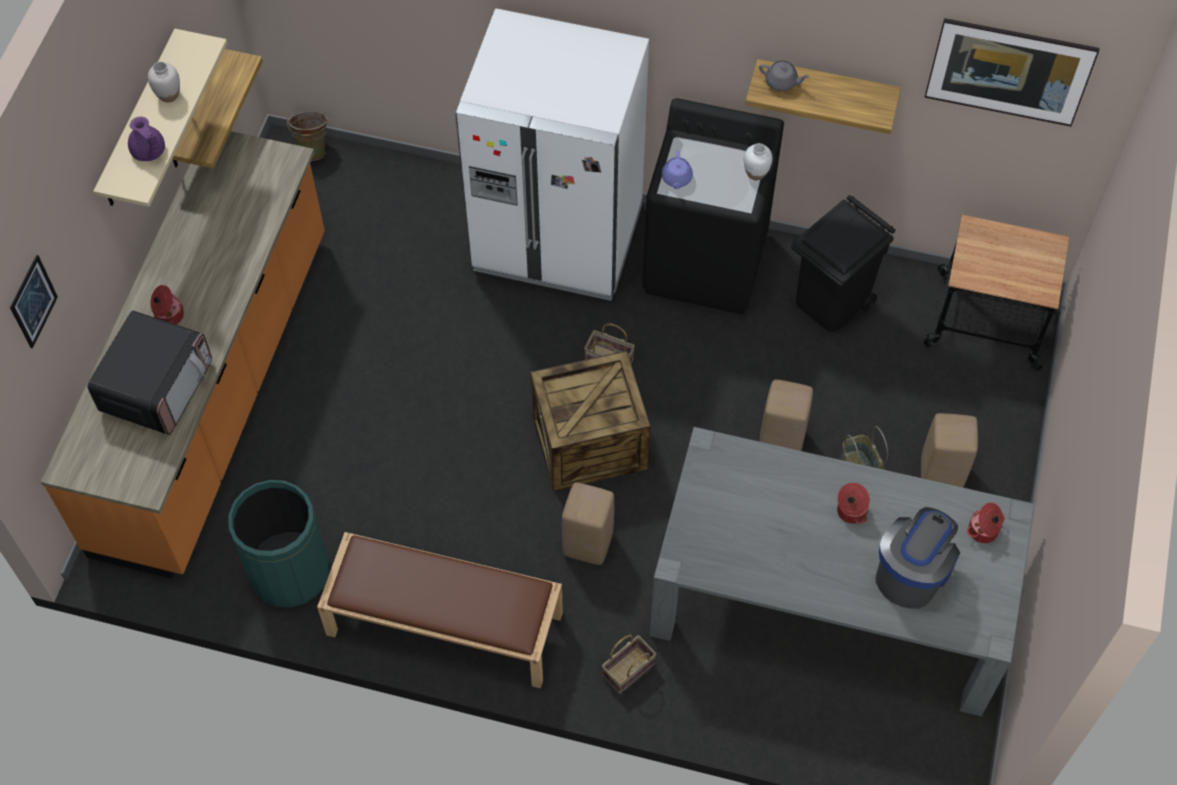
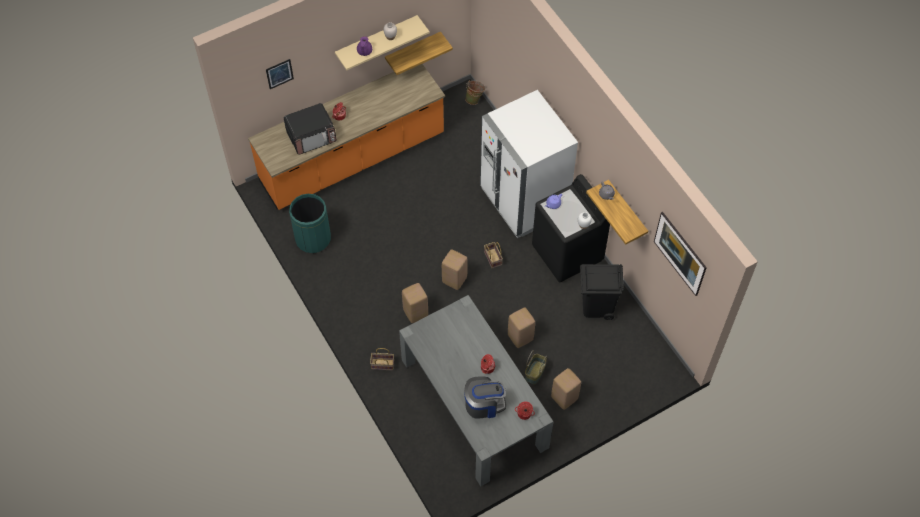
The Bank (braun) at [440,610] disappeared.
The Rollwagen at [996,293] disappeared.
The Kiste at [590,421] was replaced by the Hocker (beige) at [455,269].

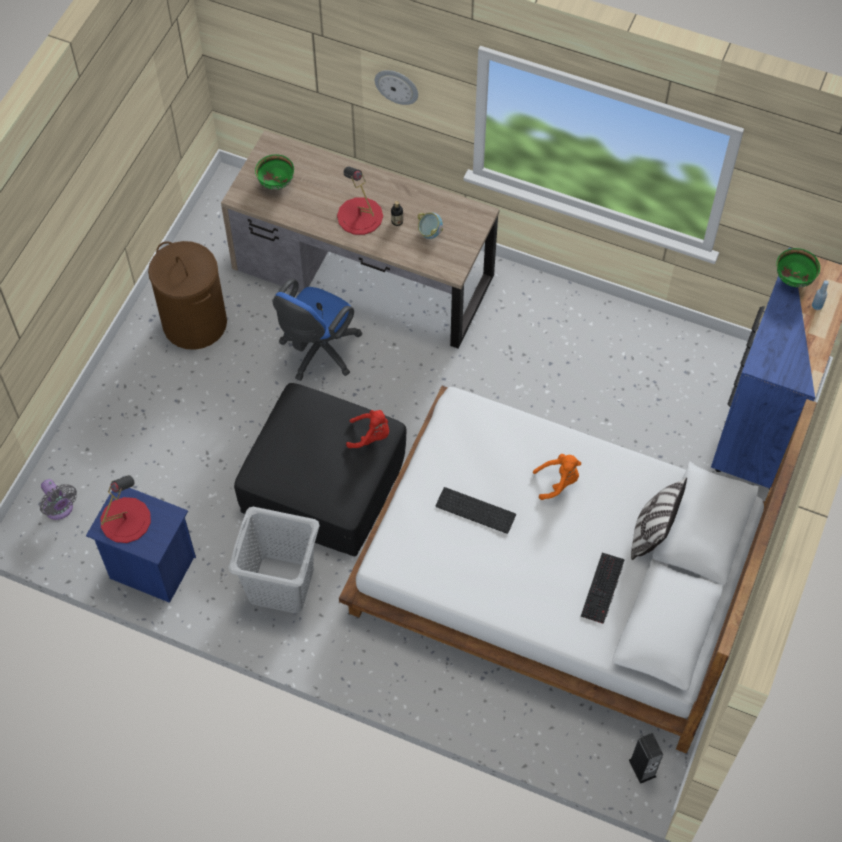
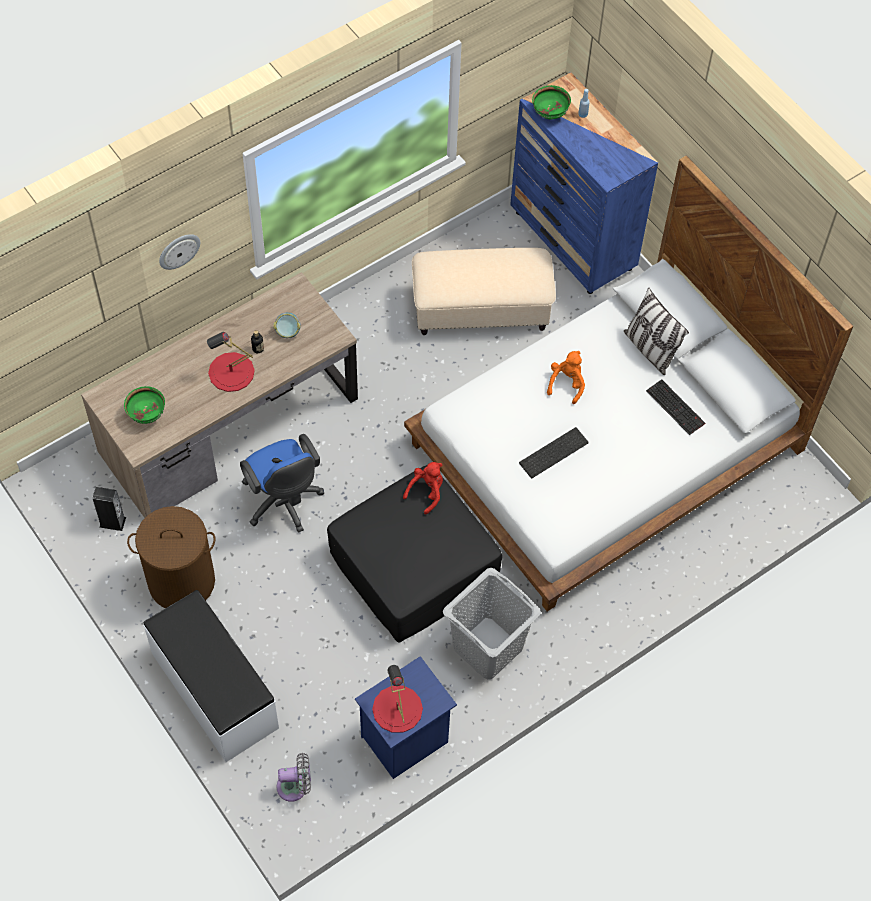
The Bank (weiß) at [211,676] appeared.
The Polsterhocker (beige) at [484,291] appeared.
The Lautsprecher moved from [646,758] to [109,509].

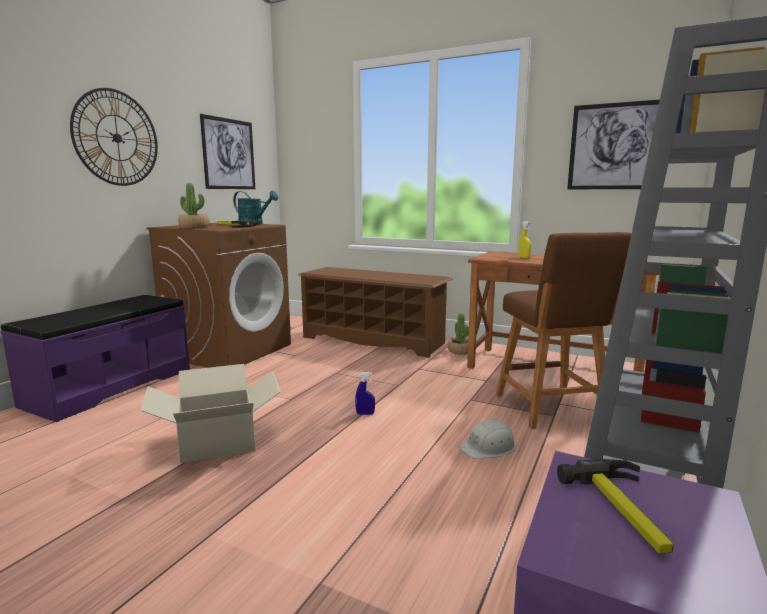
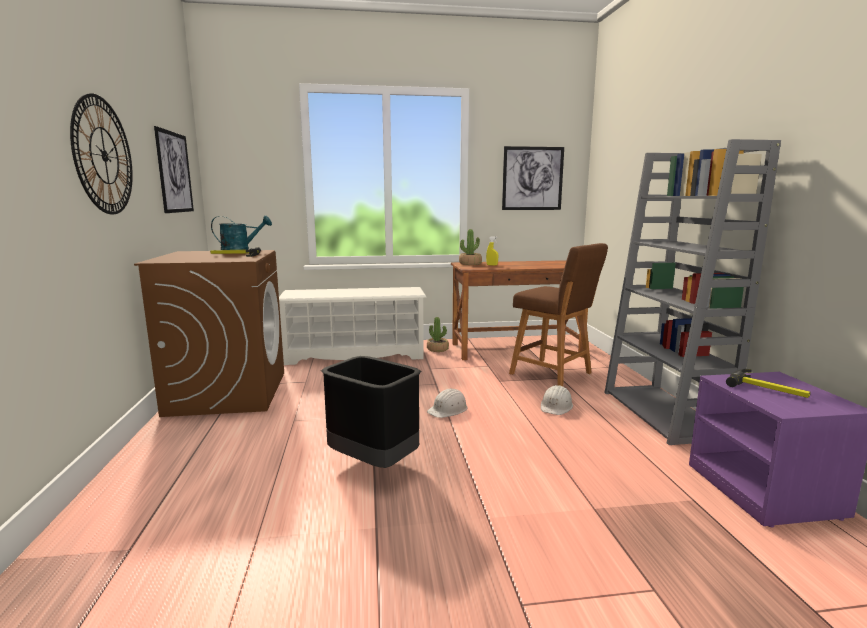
The Bank (lila) at [95,358] disappeared.
The Topfpflanze moved from [193,205] to [470,247].
The Karton at [211,413] was replaced by the Mülleimer (schwarz) at [371,412].
The Sprühflasche (blau) at [365,393] was replaced by the Schutzhelm (weiß) at [447,403].
The Schuhregal (braun) at [375,312] became the Schuhregal (weiß) at [352,326].

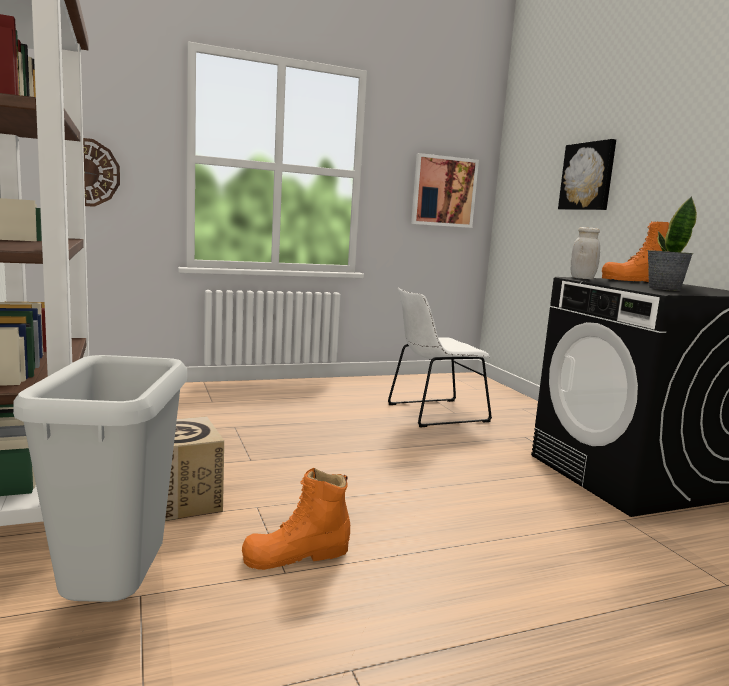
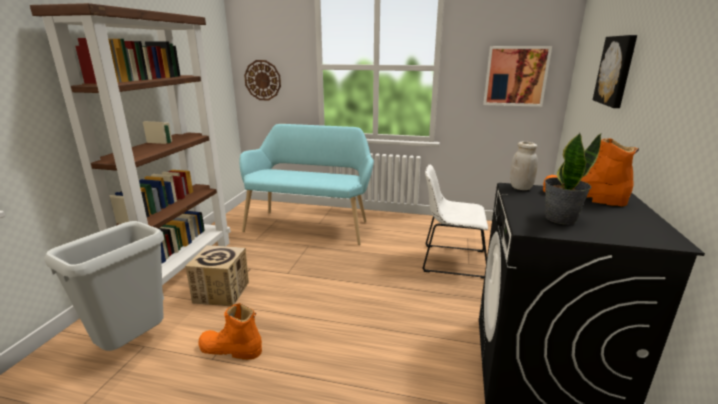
The Bank (türkis) at [306,184] appeared.

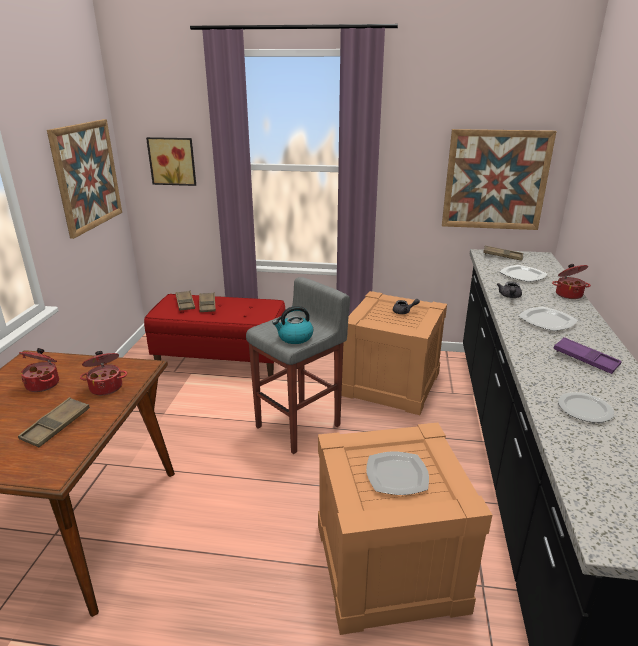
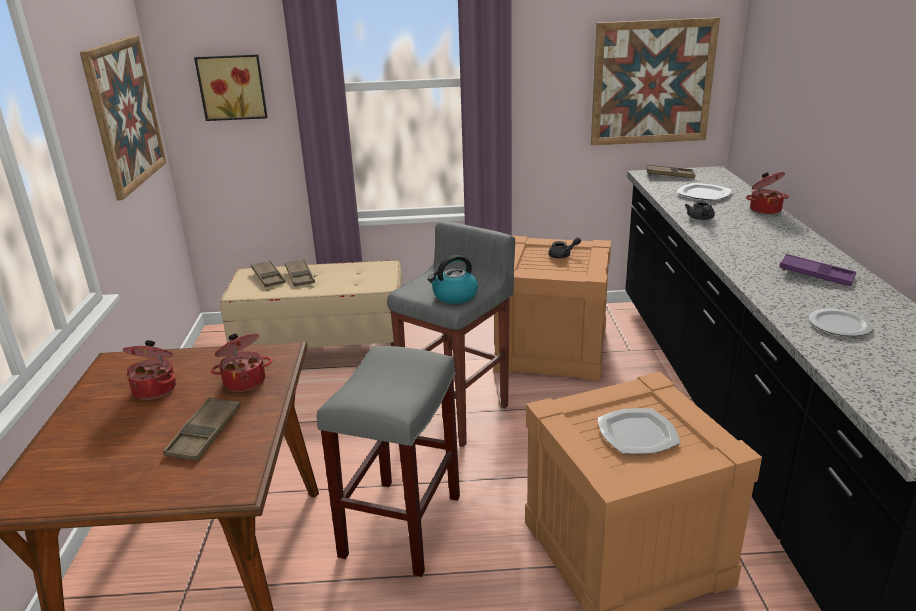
The Teller at [548,319] disappeared.
The Hocker (grau) at [388,461] appeared.
The Bank (rot) at [214,335] became the Bank (beige) at [311,303].

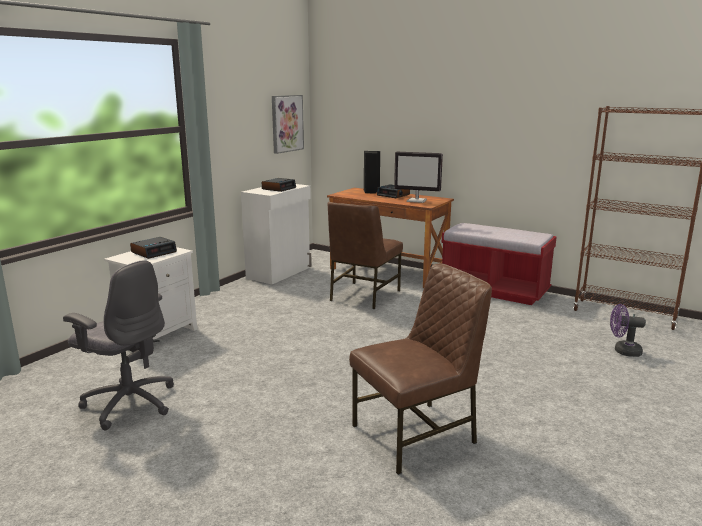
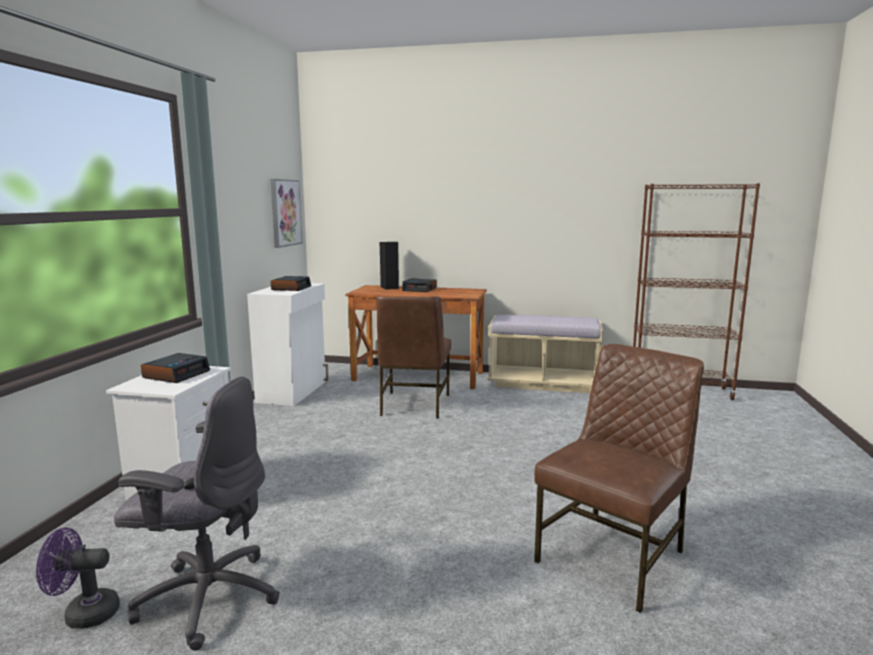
The Monitor at [418,177] disappeared.
The Ventilator (lila) moved from [628,330] to [78,578].
The Bank (rot) at [499,264] became the Bank (beige) at [545,353].

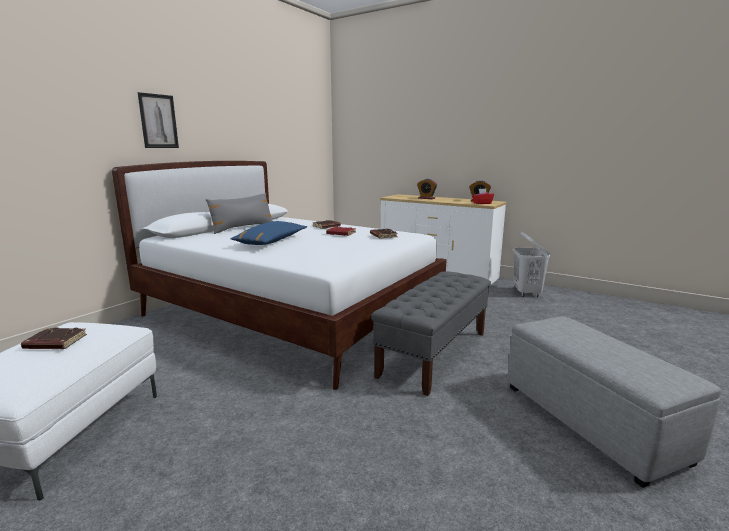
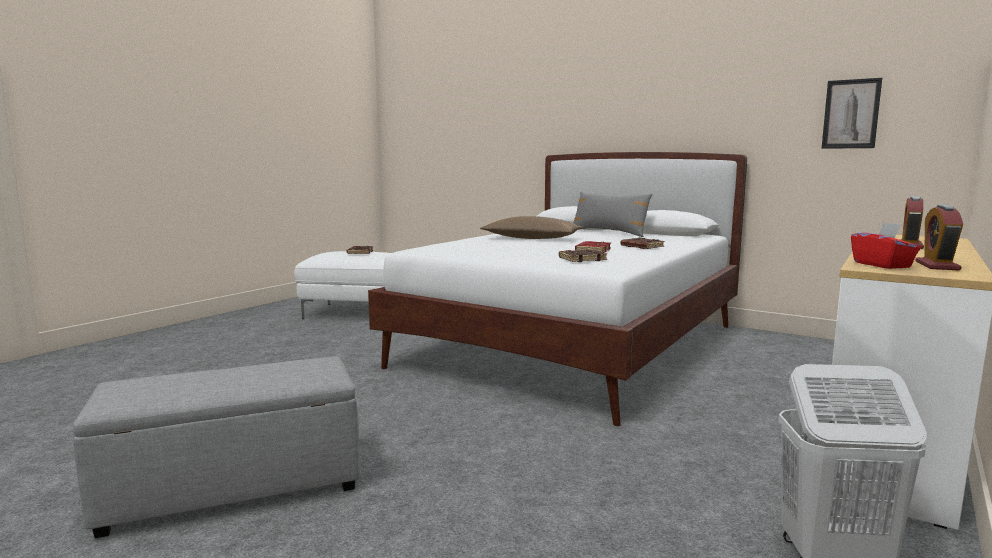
The Bank (grau) at [431,333] disappeared.
The Bild moved from [158,120] to [852,113].
The Kissen (blau) at [268,233] became the Kissen (braun) at [531,227].

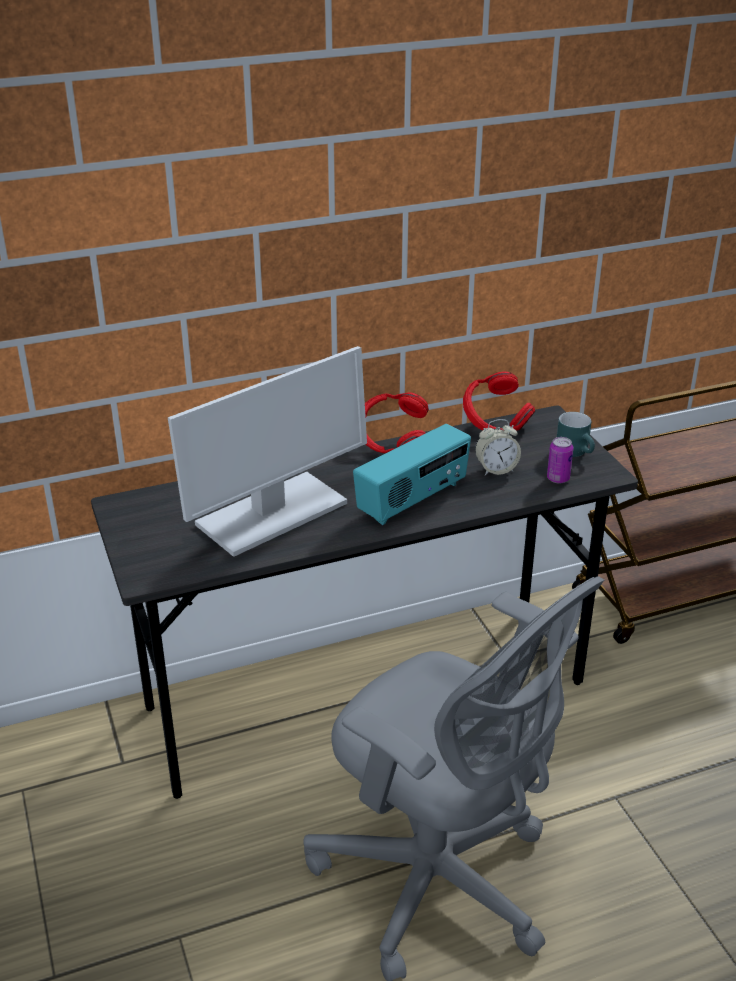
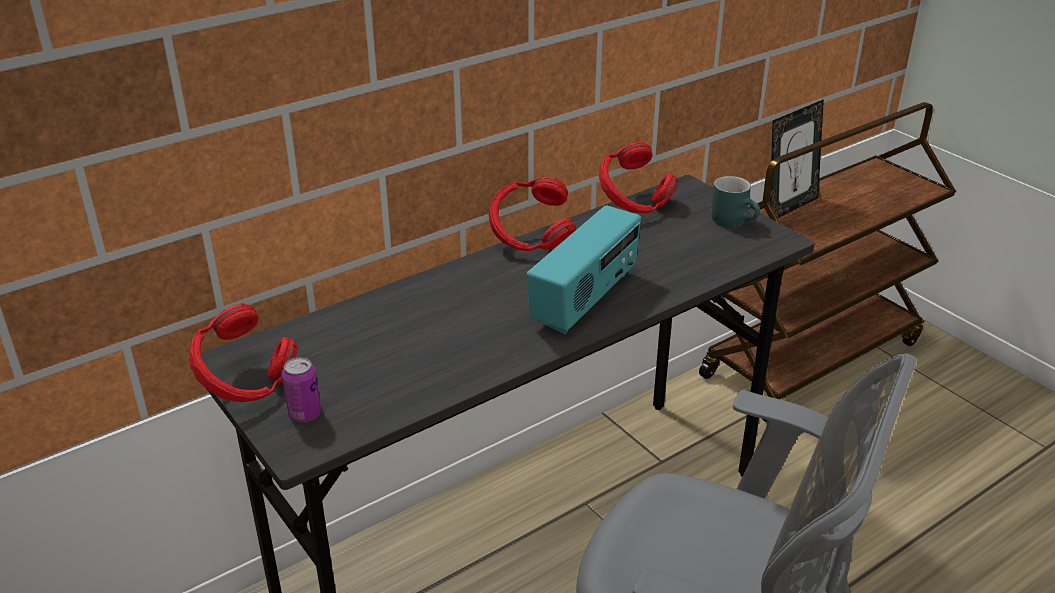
The Monitor at [267,451] disappeared.
The Wecker at [498,447] disappeared.
The Kopfhörer (rot) at [243,353] appeared.
The Bilderrahmen at [797,158] appeared.
The Dose moved from [560,460] to [301,389].

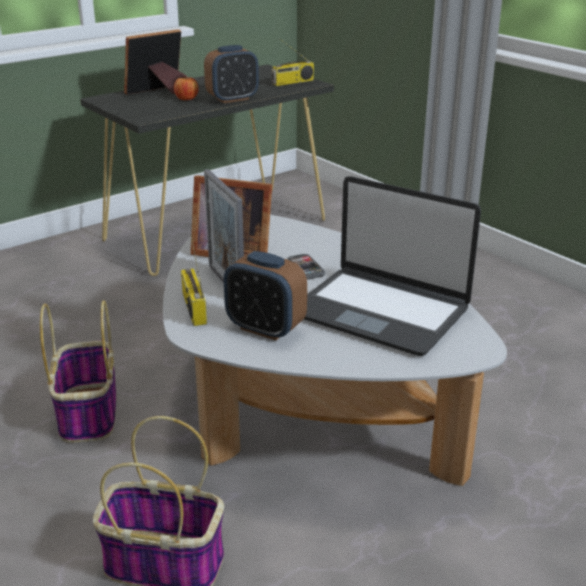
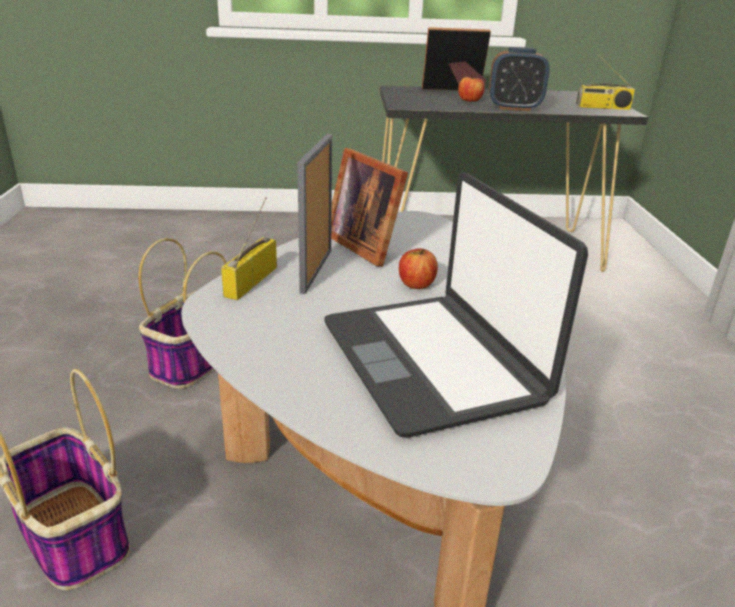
The Wecker at [265,296] disappeared.
The Handy at [306,266] was replaced by the Apfel at [418,268].

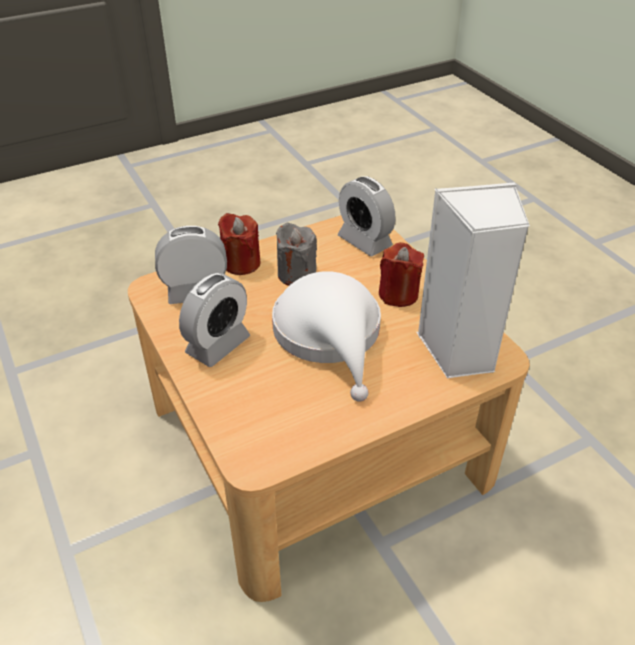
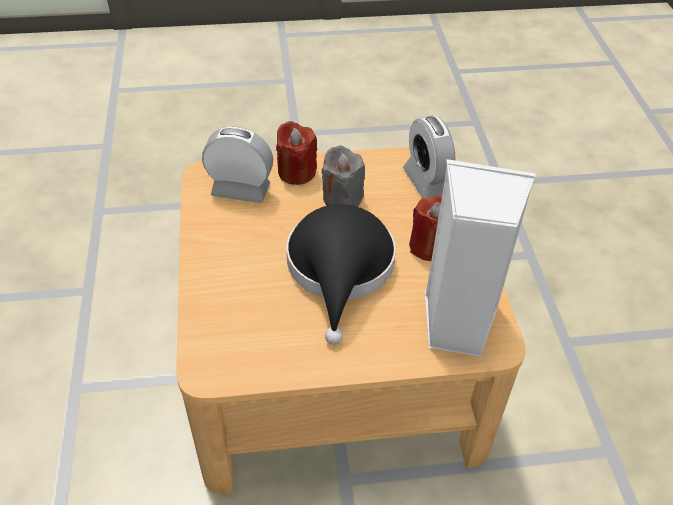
The Wecker at [214,320] disappeared.
The Hut (weiß) at [326,336] became the Hut (schwarz) at [341,274].

